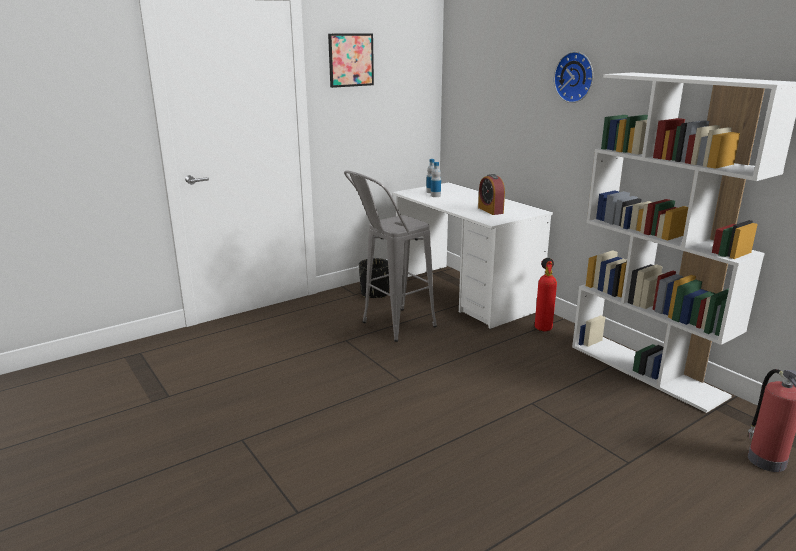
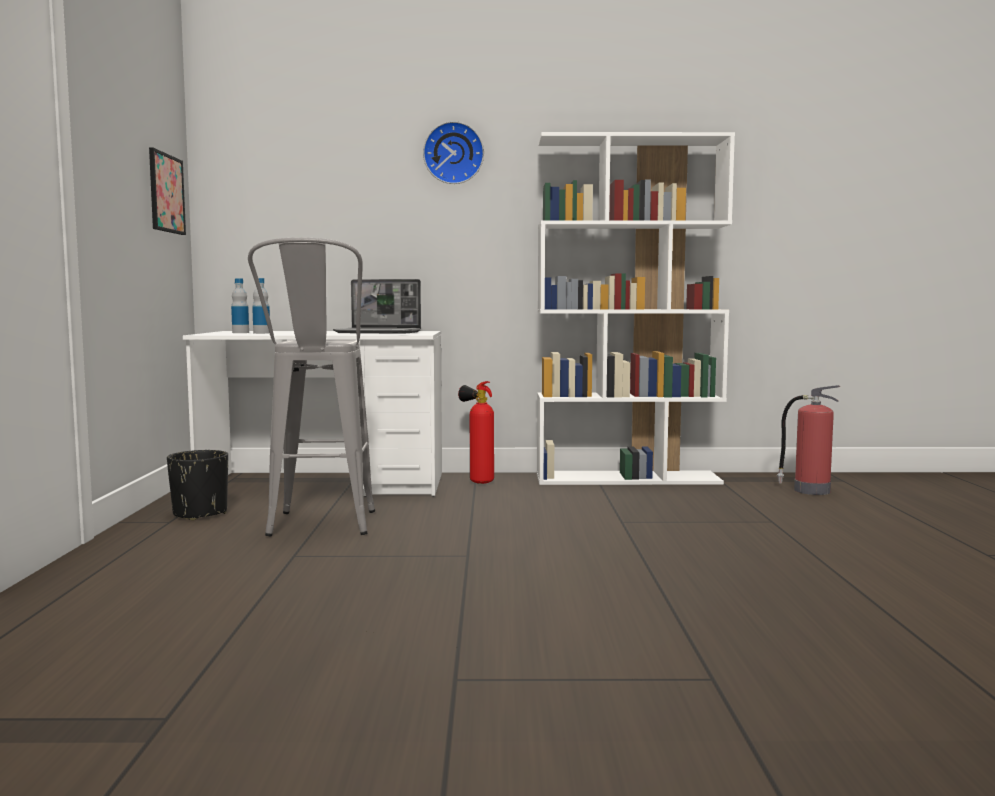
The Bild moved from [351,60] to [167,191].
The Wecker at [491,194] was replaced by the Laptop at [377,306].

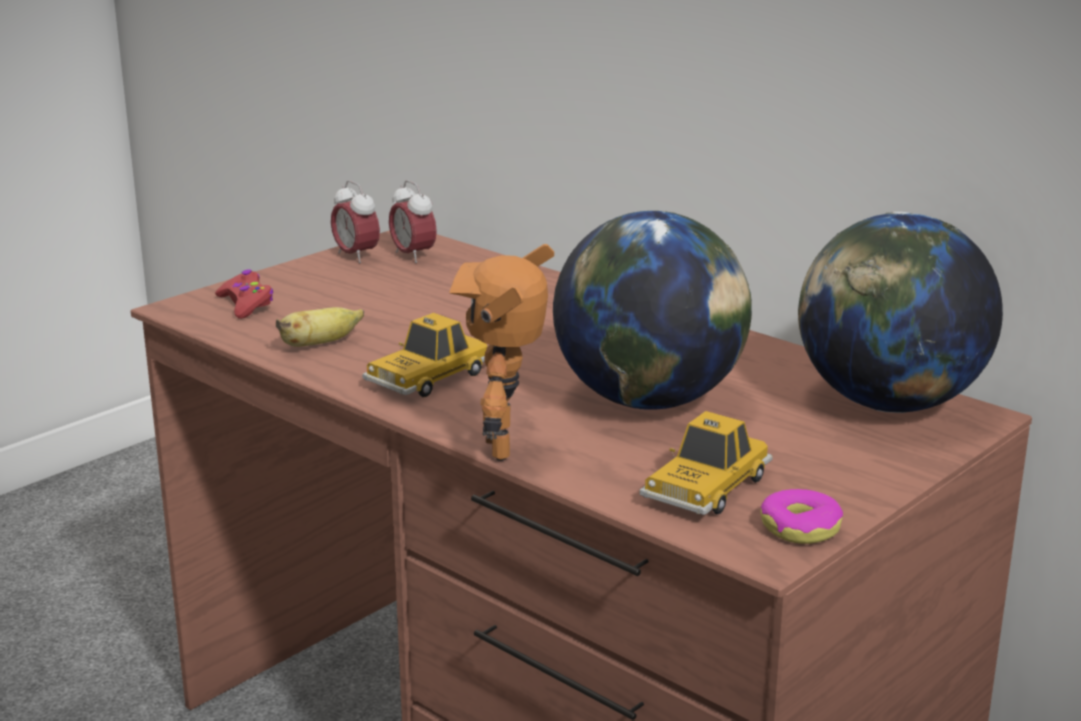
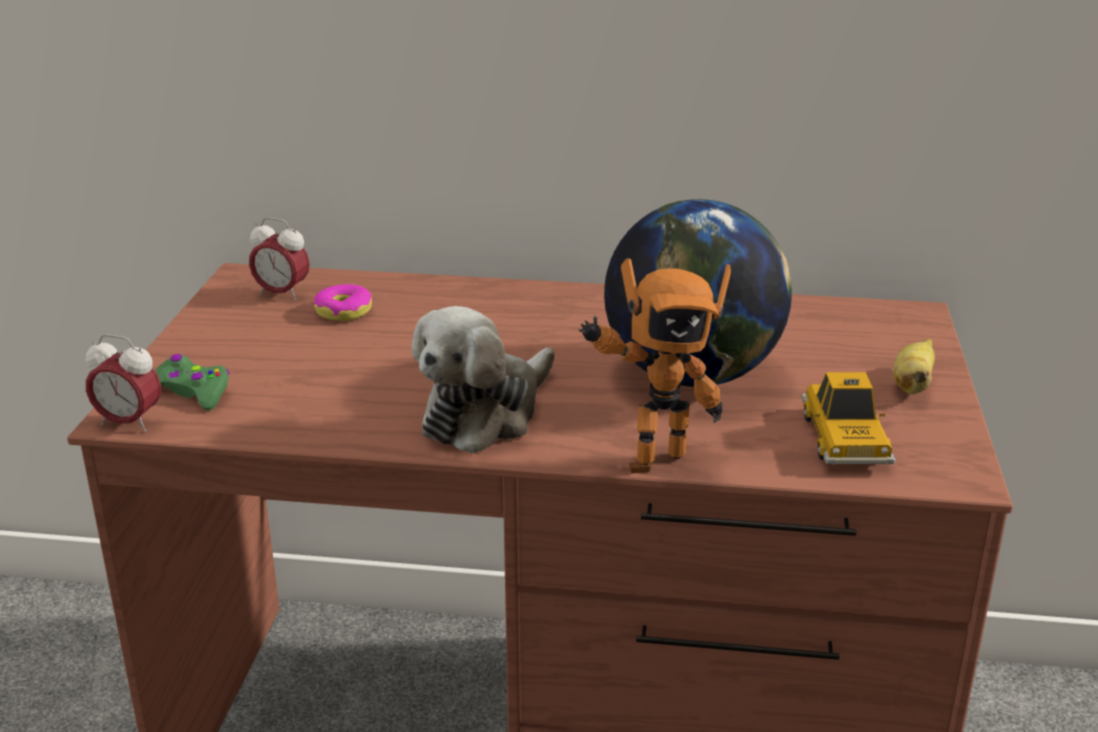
The Globus at [900,312] disappeared.
The Banane moved from [320,327] to [914,366].
The Wecker moved from [355,222] to [123,383].
The Donut moved from [801,516] to [343,302].
The Spielzeugauto at [425,355] was replaced by the Plüschtier at [483,380].
The Gamepad (rot) at [244,294] became the Gamepad (grün) at [192,382].
The Spielzeugroboter at [501,352] turned 75 degrees counterclockwise.

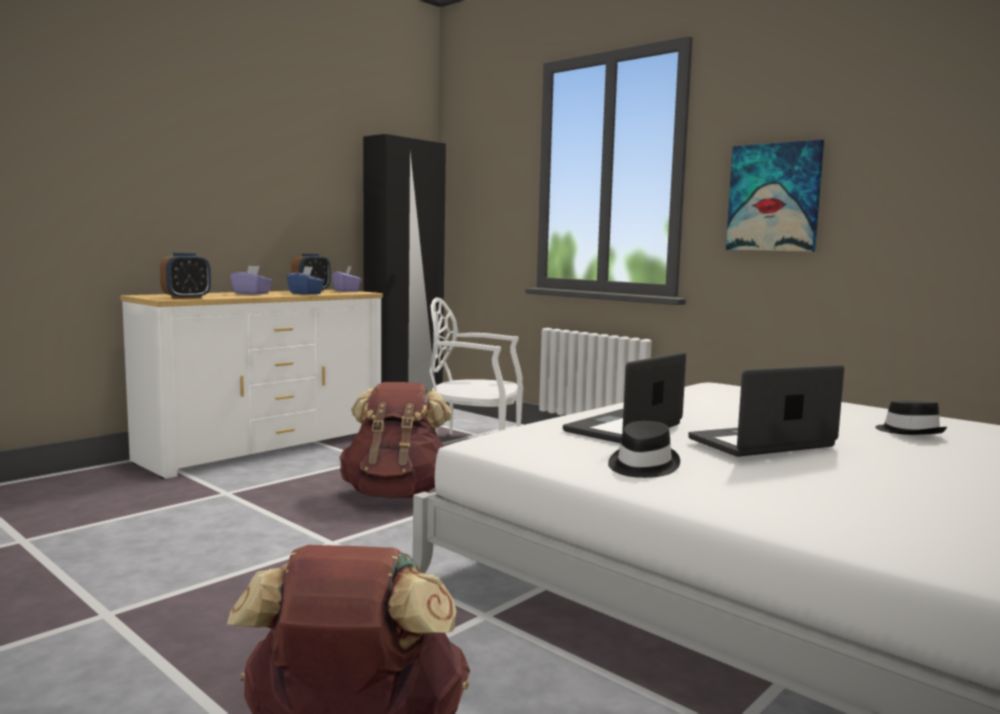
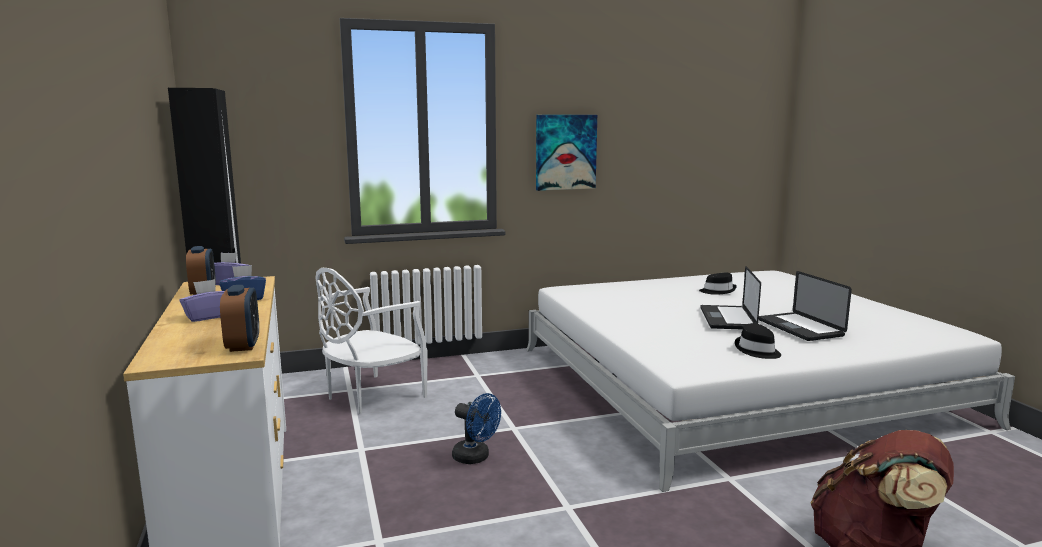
The Laptop moved from [624,397] to [805,306].
The Rucksack (braun) at [396,440] was replaced by the Ventilator (blau) at [476,428].

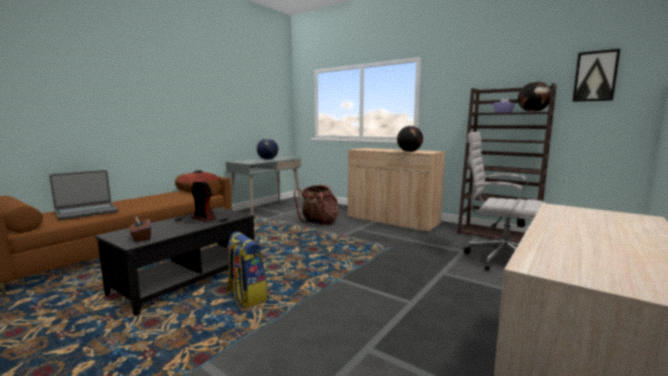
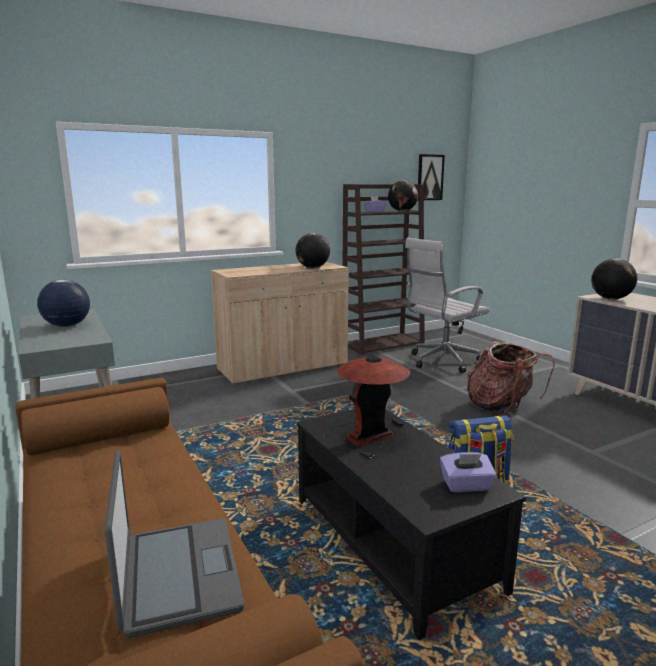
The Globus at [614,279] appeared.
The Rucksack moved from [316,204] to [511,379].
The Taschentuchbox (braun) at [140,229] became the Taschentuchbox (lila) at [468,472].

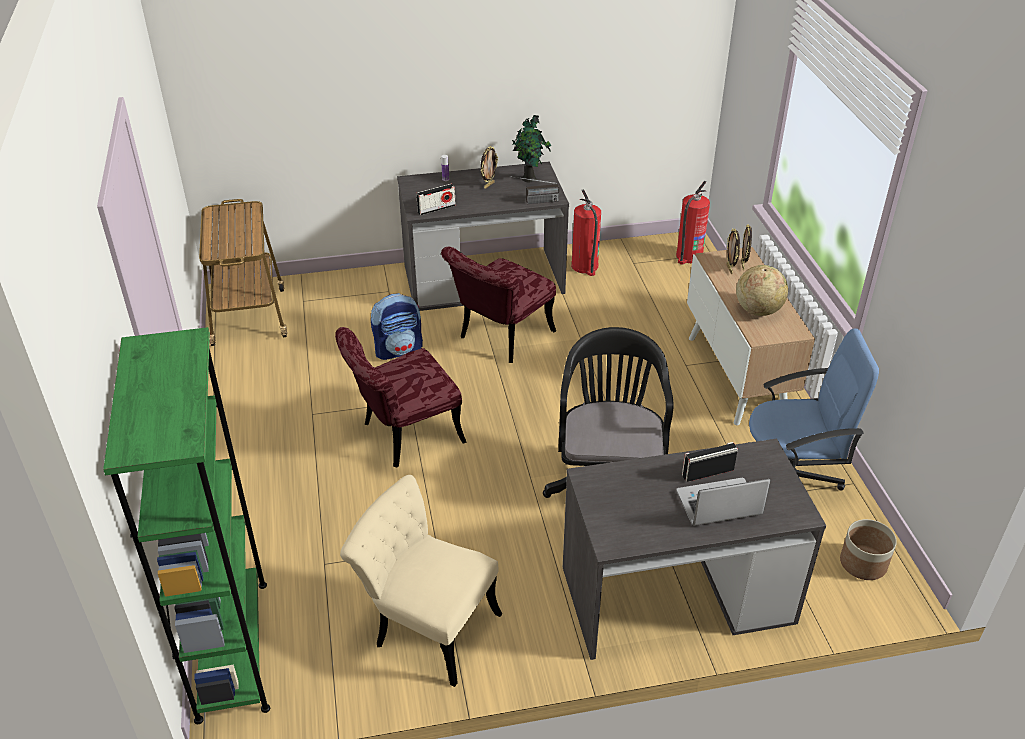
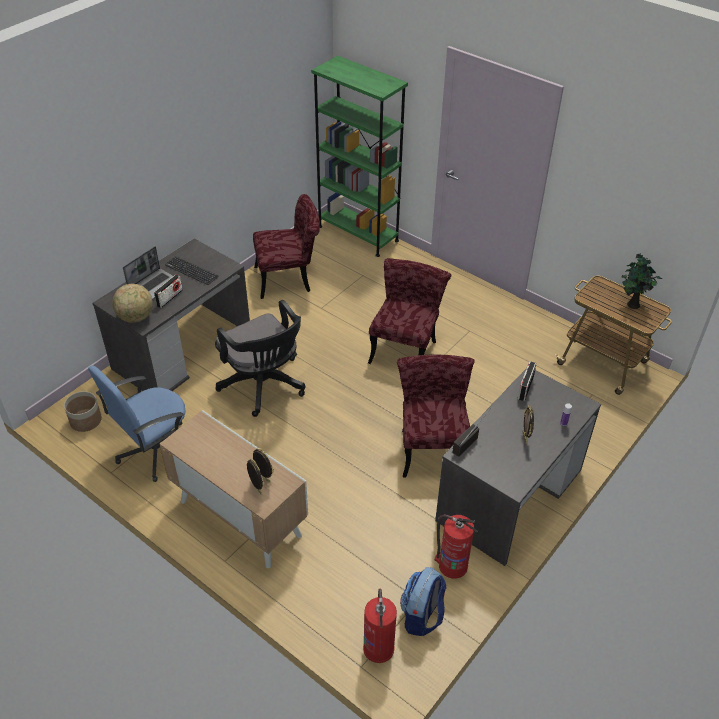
The Tastatur at [192,270] appeared.
The Rucksack moved from [397,326] to [423,601].
The Topfpflanze moved from [531,148] to [641,281].
The Globus moved from [762,290] to [132,303].
The Stuhl (beige) at [421,581] became the Stuhl (rot) at [286,246].

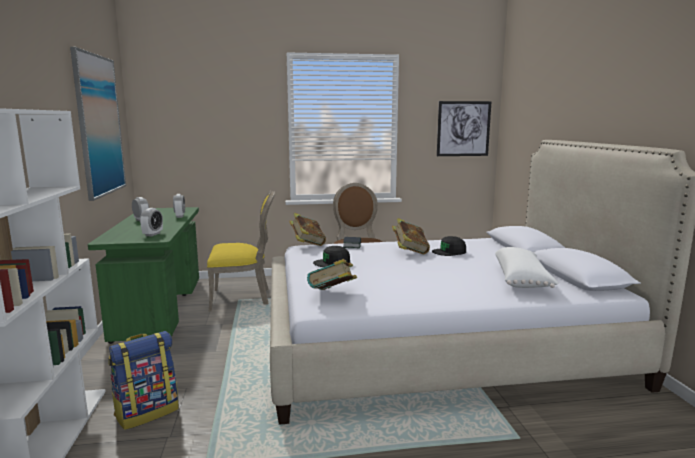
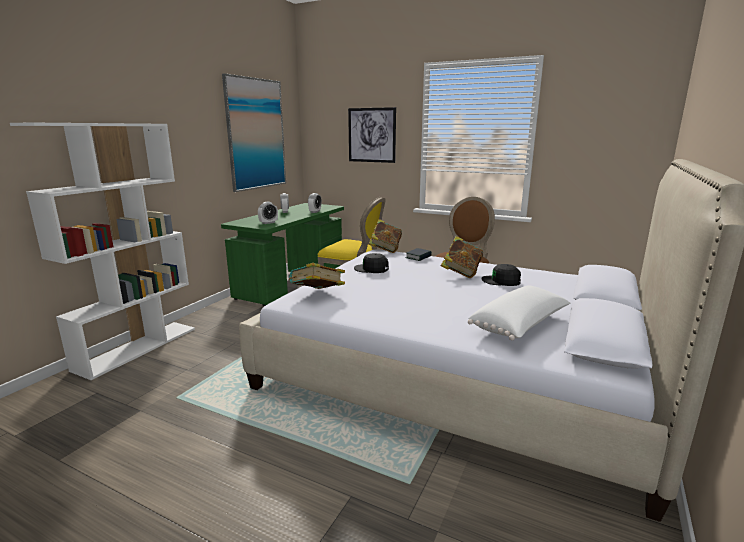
The Rucksack at [143,380] disappeared.
The Bild moved from [464,128] to [372,135].

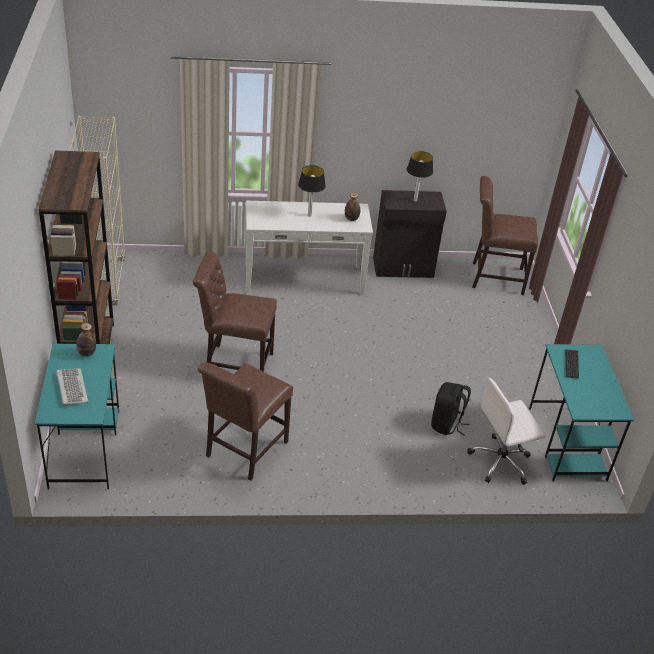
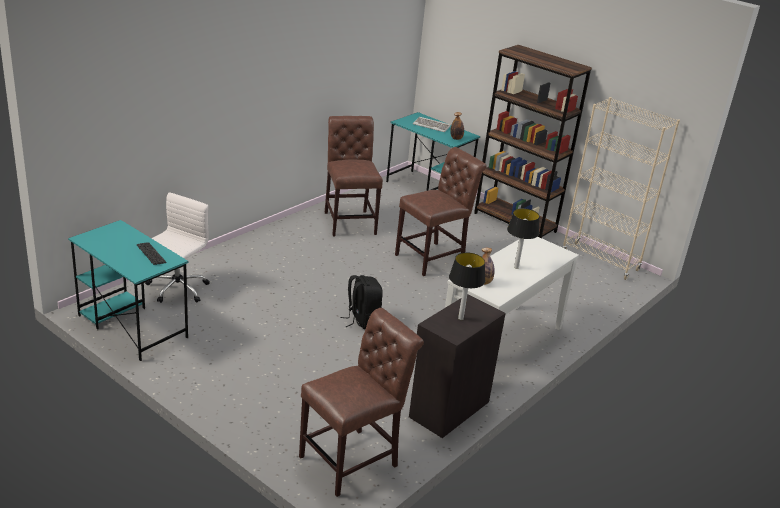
The Rucksack (schwarz) moved from [451,409] to [361,302].

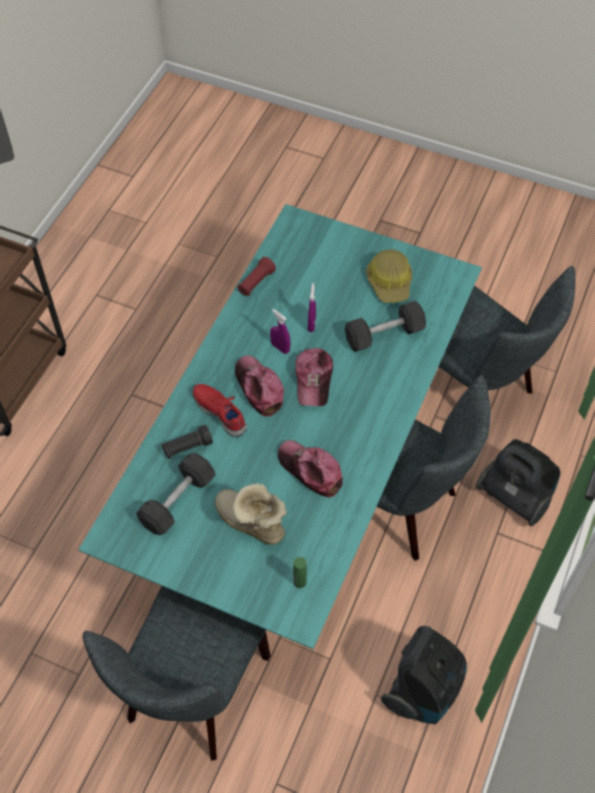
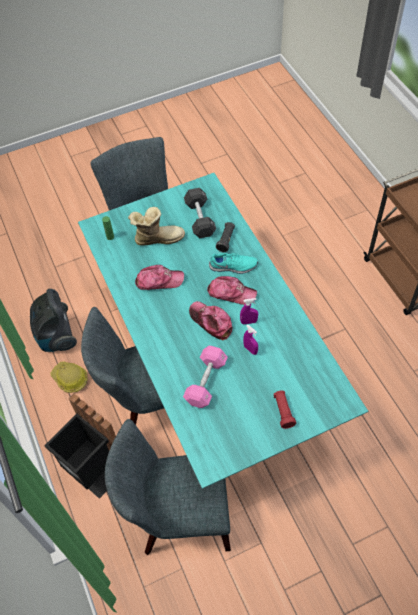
The Taschenlampe (rot) moved from [257,276] to [285,409].
The Schutzhelm moved from [389,276] to [69,377].
The Staubsauger at [518,482] was replaced by the Mülleimer (schwarz) at [80,446].
The Schuh (rot) at [220,410] became the Schuh (türkis) at [233,263].
The Hantel (schwarz) at [385,326] became the Hantel (rosa) at [205,377].

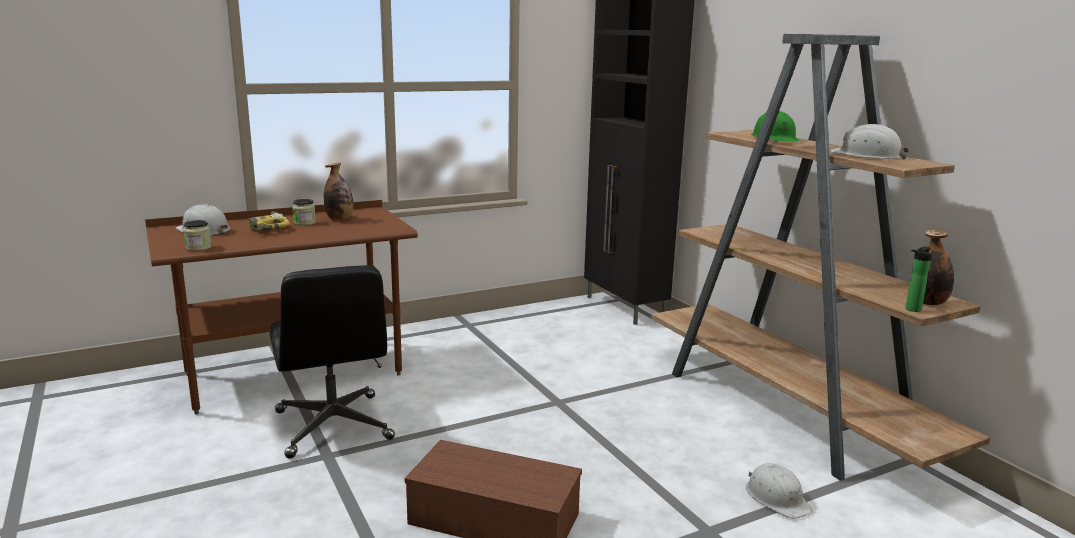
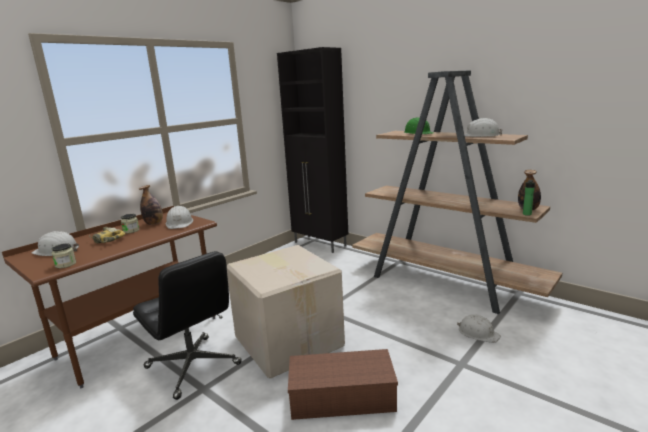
The Schutzhelm (weiß) at [179,217] appeared.
The Karton at [286,312] appeared.

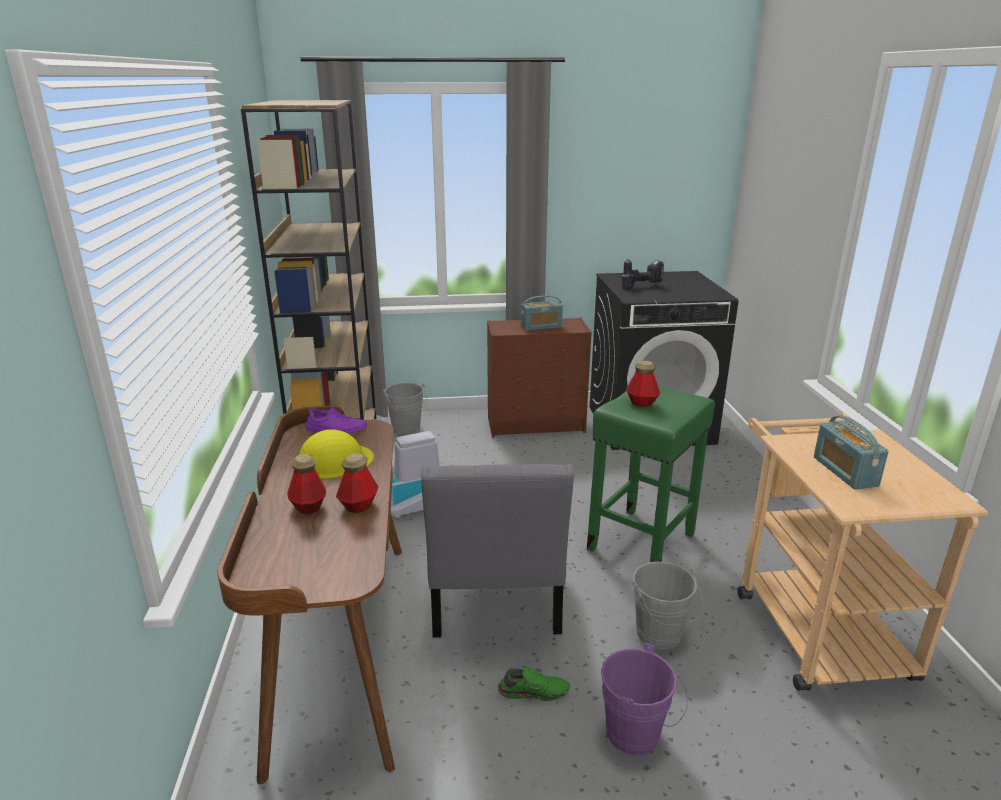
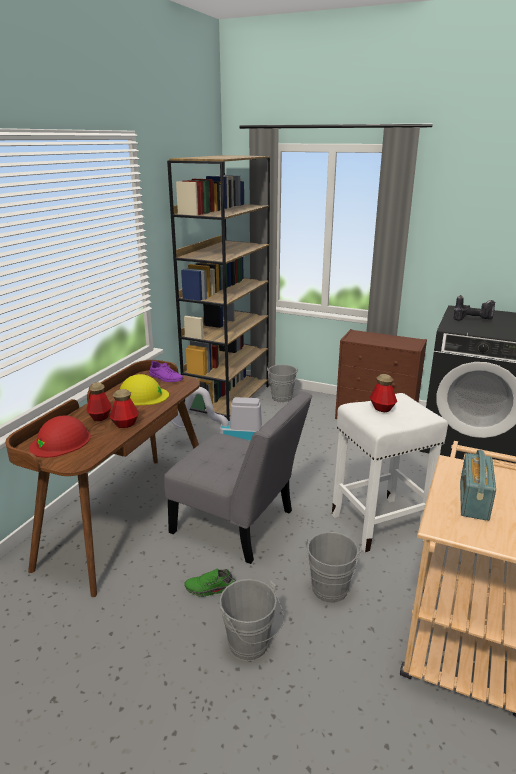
The Radio at [542,313] disappeared.
The Schutzhelm (rot) at [60,437] appeared.
The Hocker (grün) at [651,474] became the Hocker (weiß) at [390,472].
The Eimer (lila) at [644,699] became the Eimer (grau) at [252,620].
The Stuhl (grau) at [498,550] turned 90 degrees counterclockwise.
The Schuh (grün) at [534,683] turned 150 degrees clockwise.

